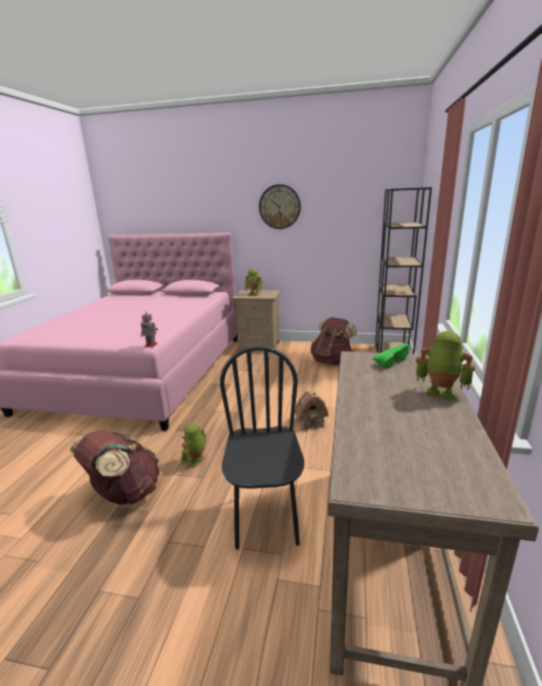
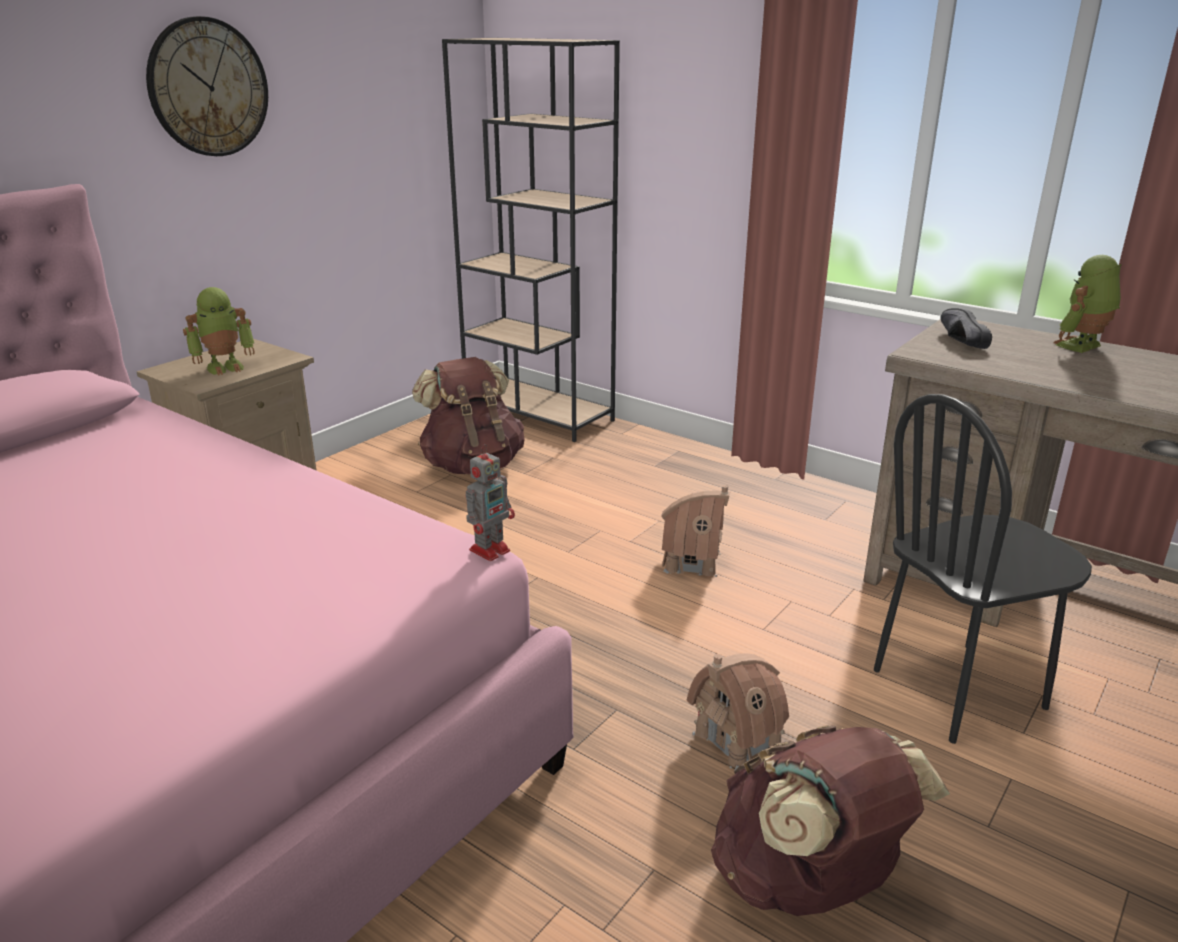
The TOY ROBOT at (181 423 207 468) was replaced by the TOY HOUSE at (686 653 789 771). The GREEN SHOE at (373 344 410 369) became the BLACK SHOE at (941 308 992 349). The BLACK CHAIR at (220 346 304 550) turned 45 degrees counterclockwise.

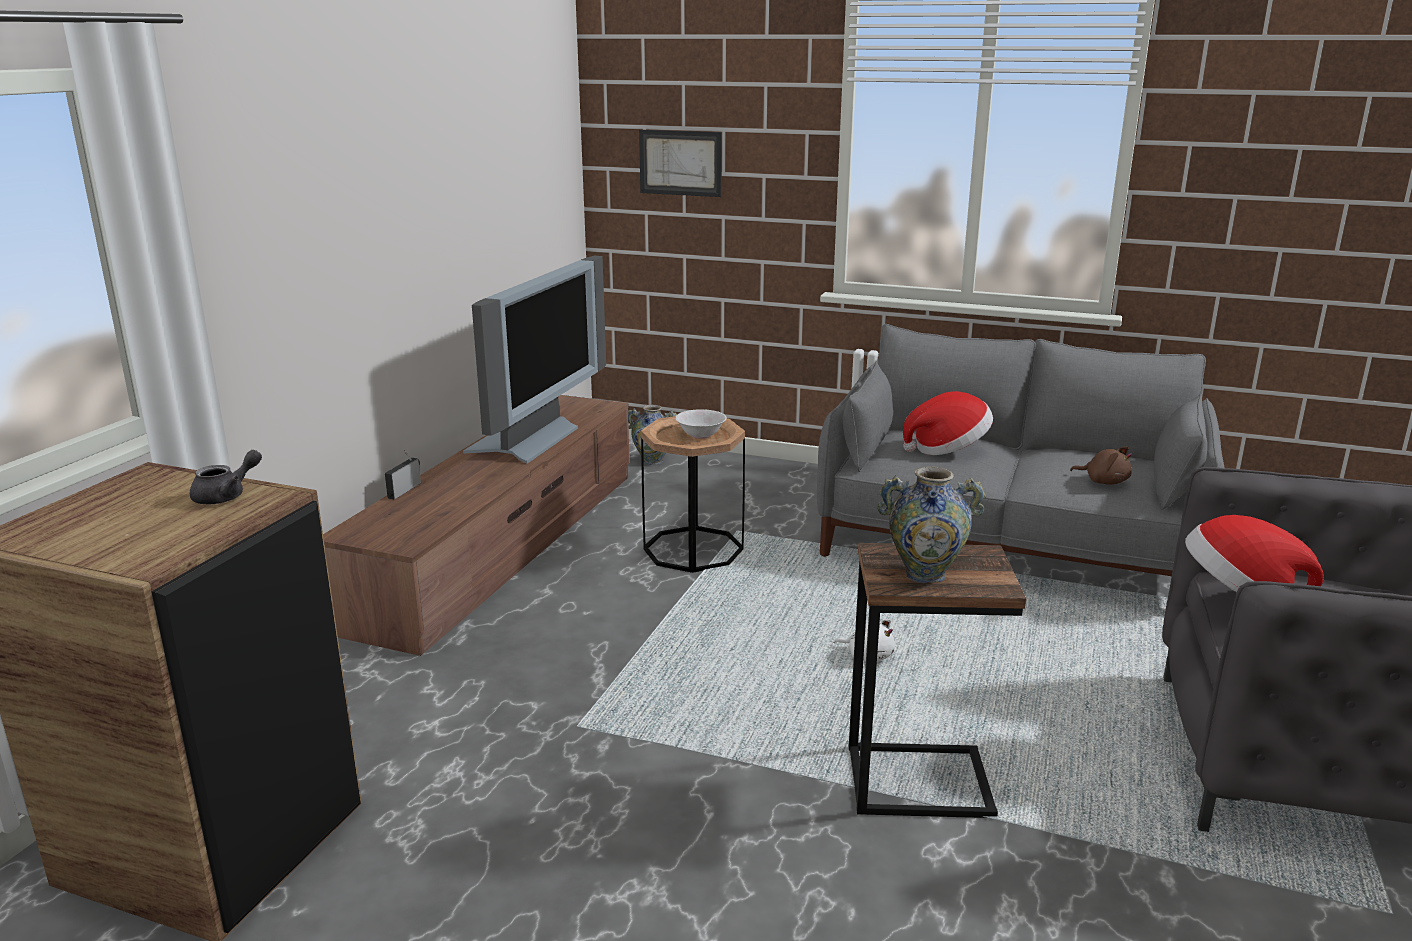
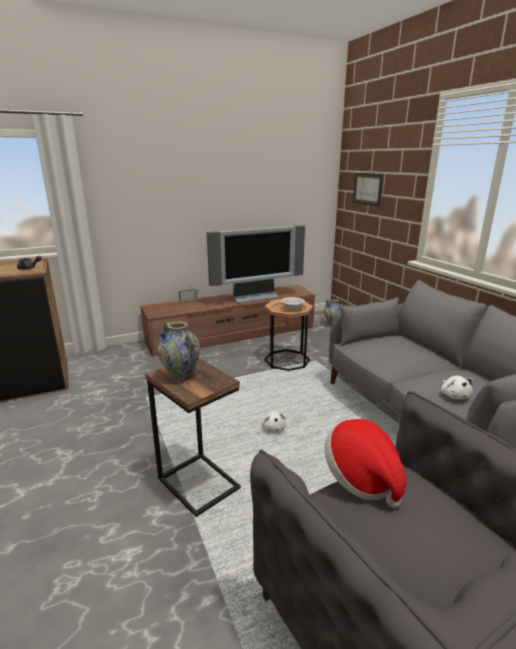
The HAT at (903 391 993 455) disappeared. The BROWN PLUSH TOY at (1070 446 1132 485) became the WHITE PLUSH TOY at (441 376 473 399).

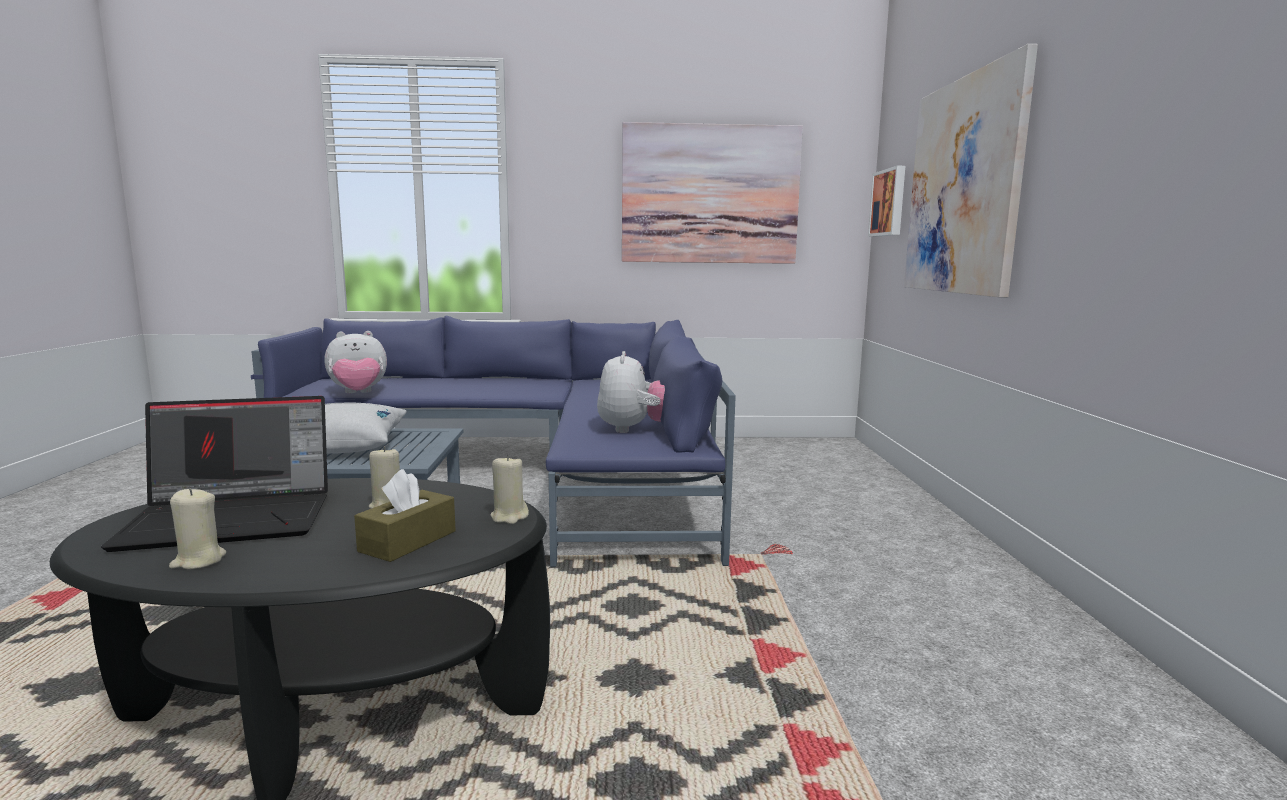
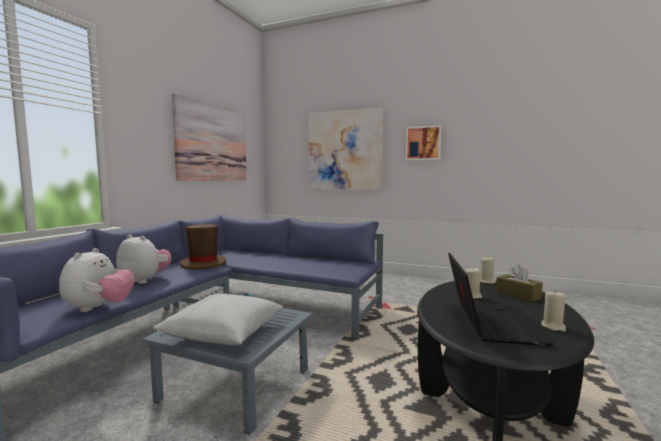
The BROWN HAT at (180 224 226 270) appeared. The PLUSH TOY moved from (597 351 665 433) to (116 235 171 284). The PICTURE moved from (868 166 905 237) to (406 125 441 160).

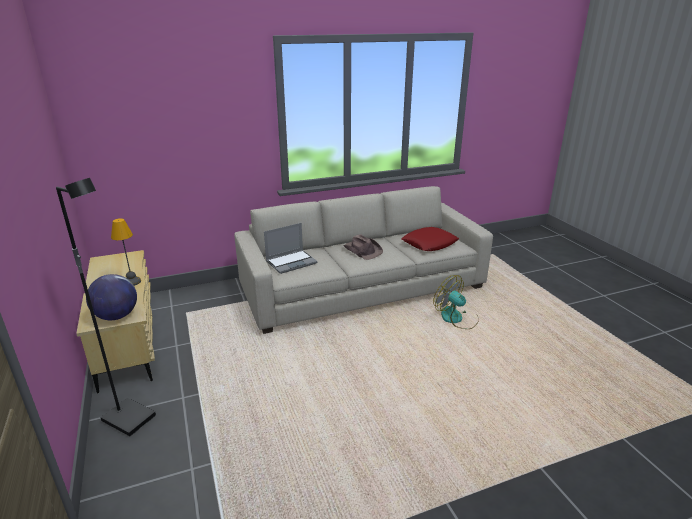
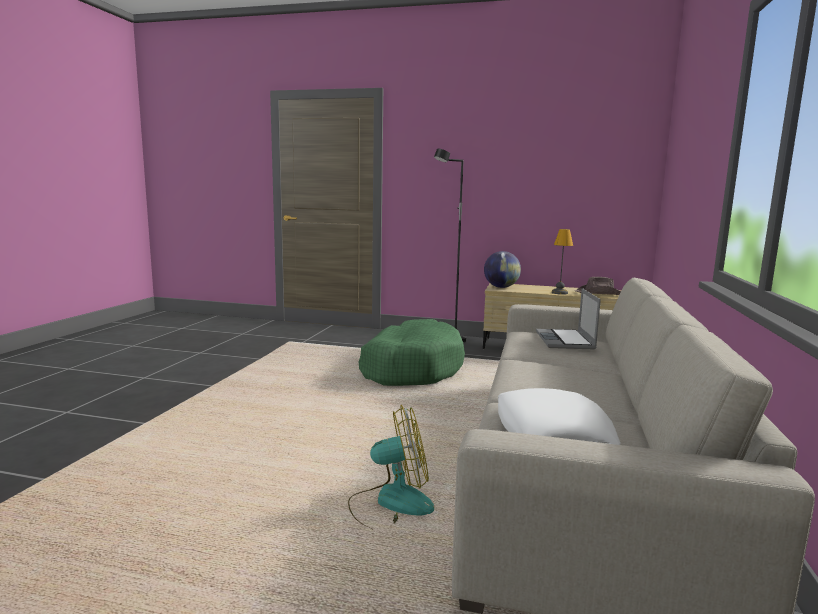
The GREEN DOG BED at (359 319 465 386) appeared. The BROWN HAT moved from (343 234 383 260) to (575 277 621 295). The RED PILLOW at (401 227 459 251) became the WHITE PILLOW at (498 388 621 445).

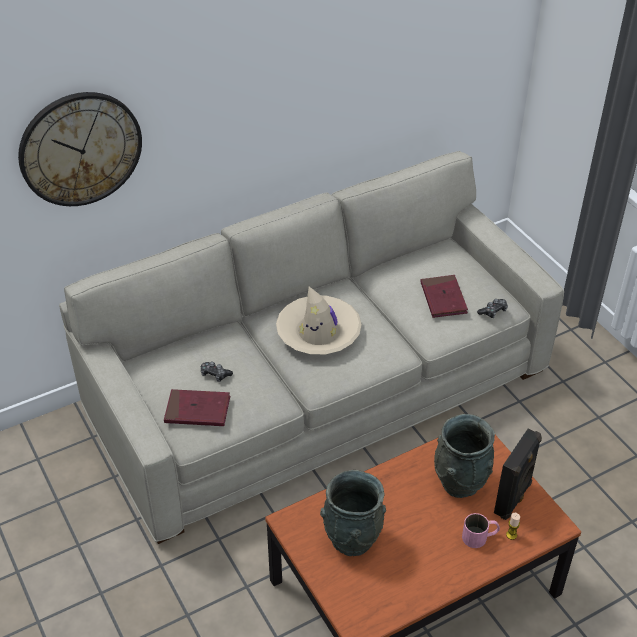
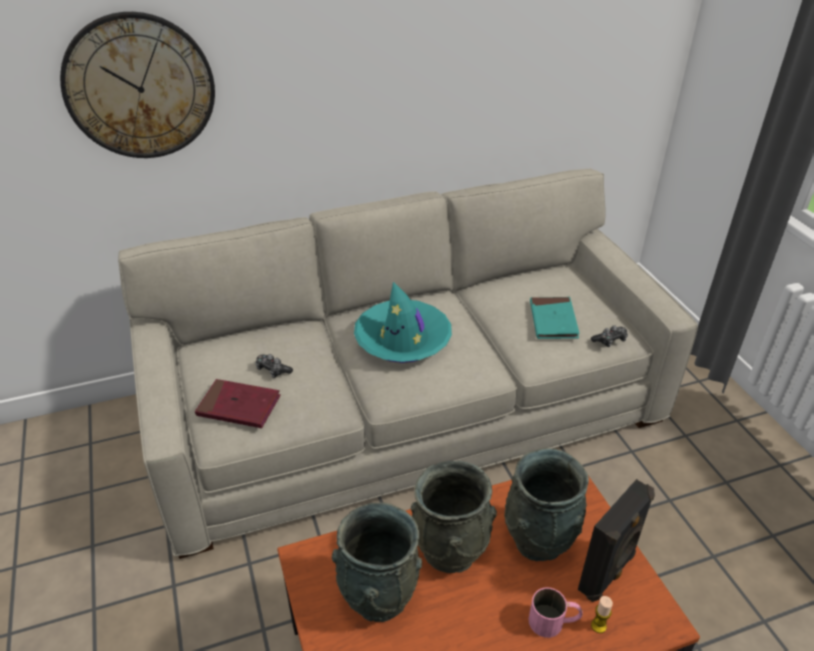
The GREY VASE at (411 461 497 573) appeared. The BEIGE HAT at (276 287 362 354) became the TURQUOISE HAT at (354 282 452 363). The RED BOOK at (421 275 468 318) became the TURQUOISE BOOK at (530 297 580 339).

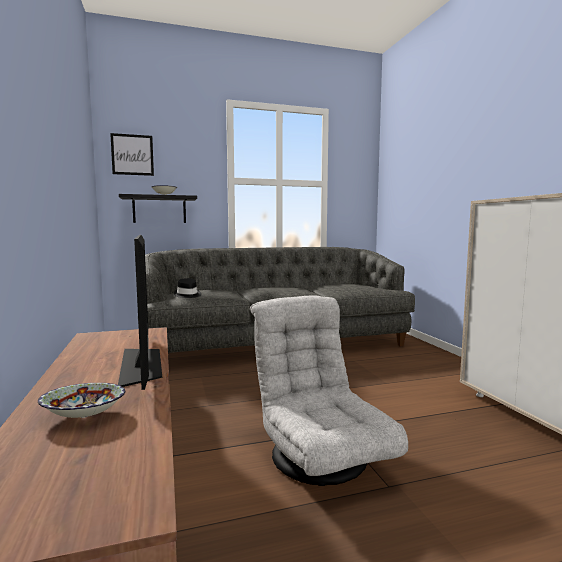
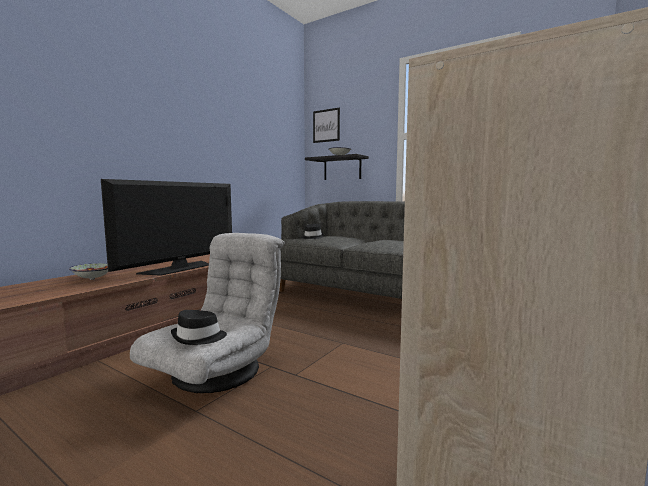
The BLACK HAT at (171 310 227 345) appeared.

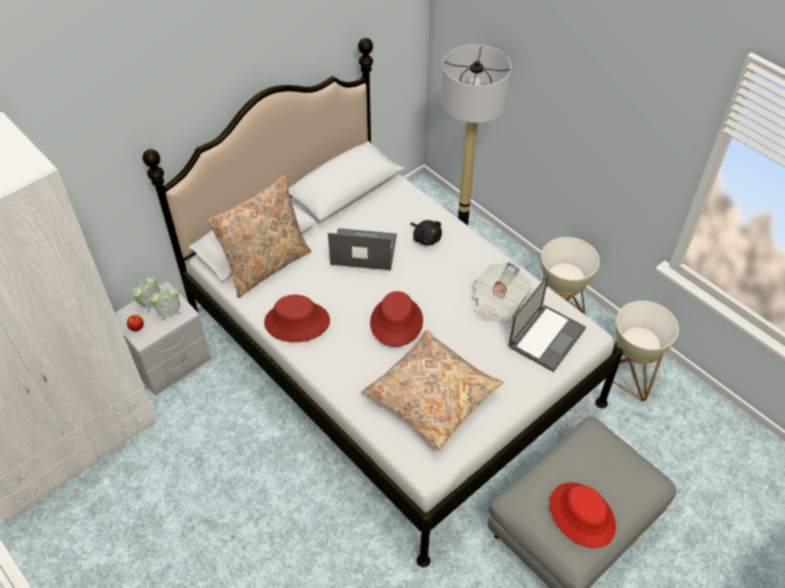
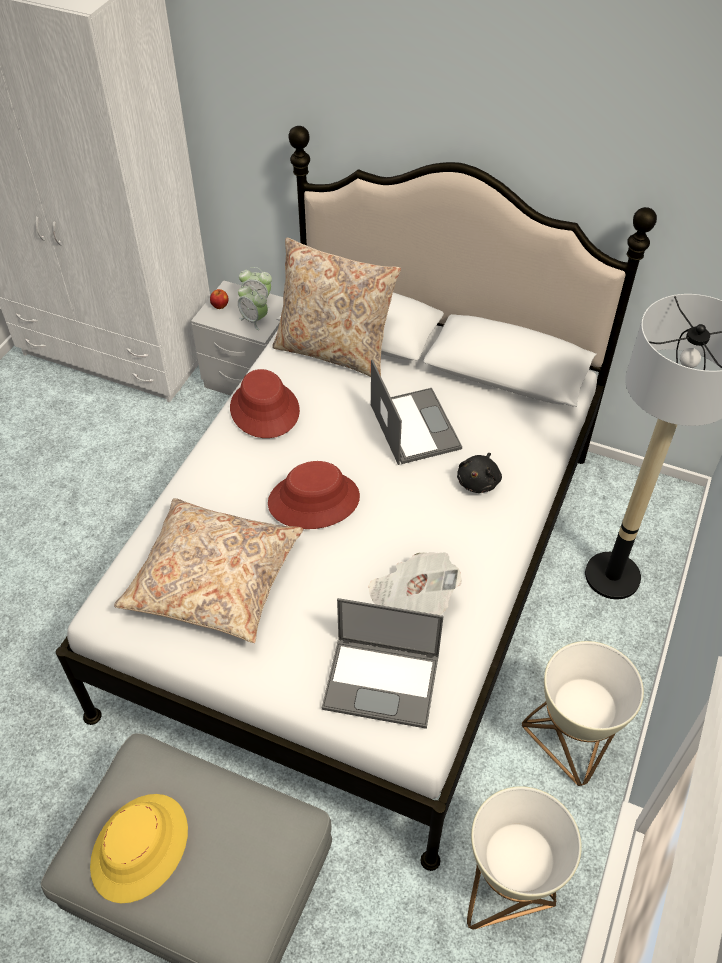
The RED HAT at (550 483 616 548) became the YELLOW HAT at (90 794 188 903).

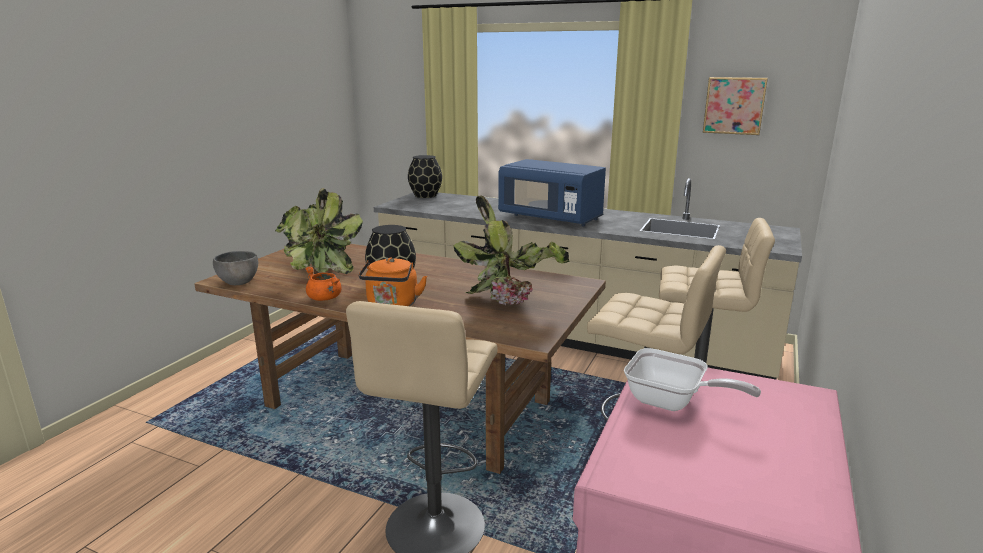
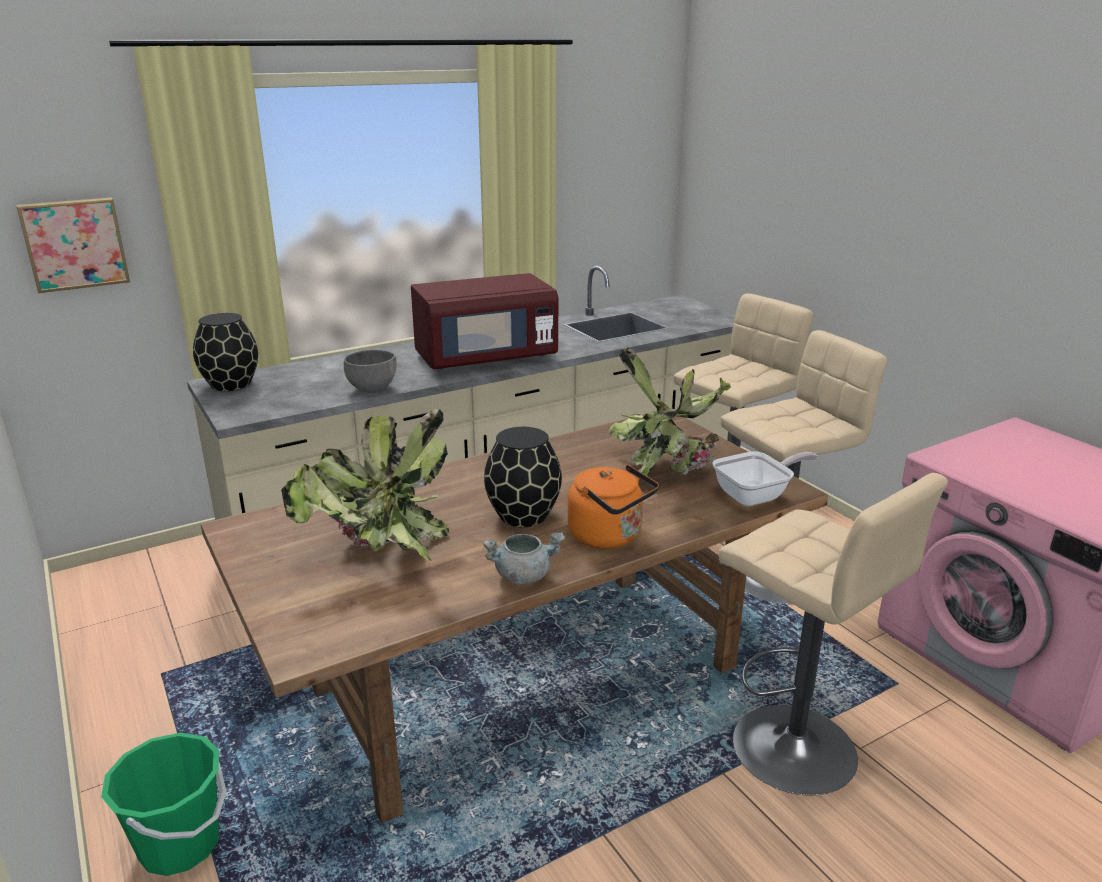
The GREEN BUCKET at (101 733 227 876) appeared. The GREY BOWL moved from (213 251 258 285) to (344 350 397 393). The FRYING PAN moved from (624 348 761 411) to (713 451 818 506). The PICTURE moved from (703 77 768 135) to (16 197 130 293). The ORANGE COOKING POT at (305 267 341 301) became the GREY COOKING POT at (483 532 565 585). The BLUE MICROWAVE at (498 159 606 227) became the RED MICROWAVE at (411 273 558 370).

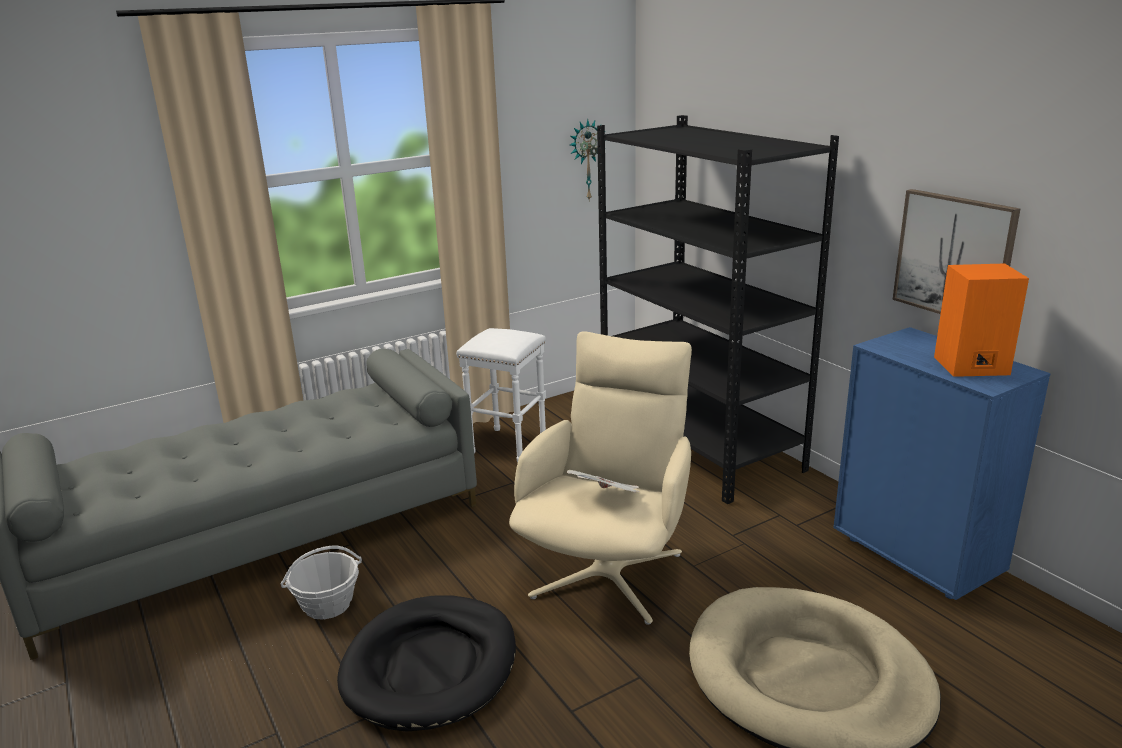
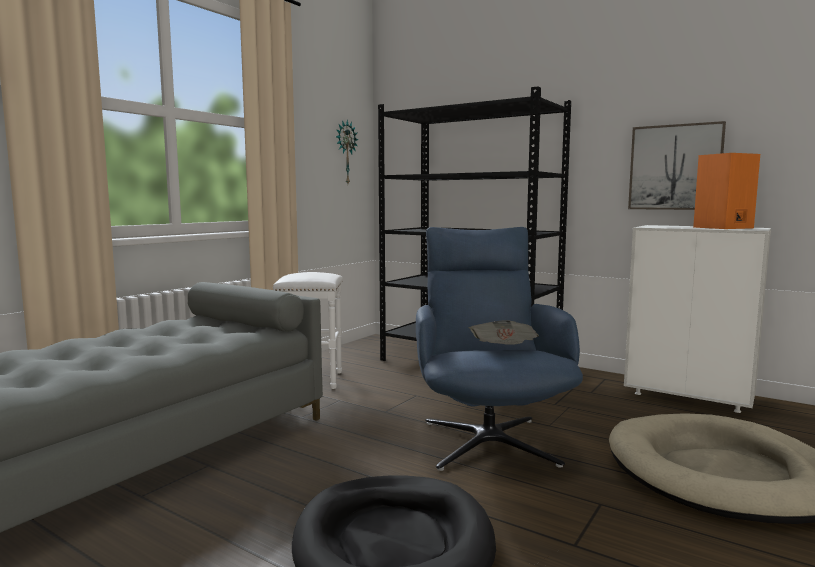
The BASKET at (280 546 362 620) disappeared. The BEIGE ARMCHAIR at (509 331 692 625) became the BLUE ARMCHAIR at (416 227 583 471). The BLUE CABINET at (833 327 1051 600) became the WHITE CABINET at (624 225 771 413).

